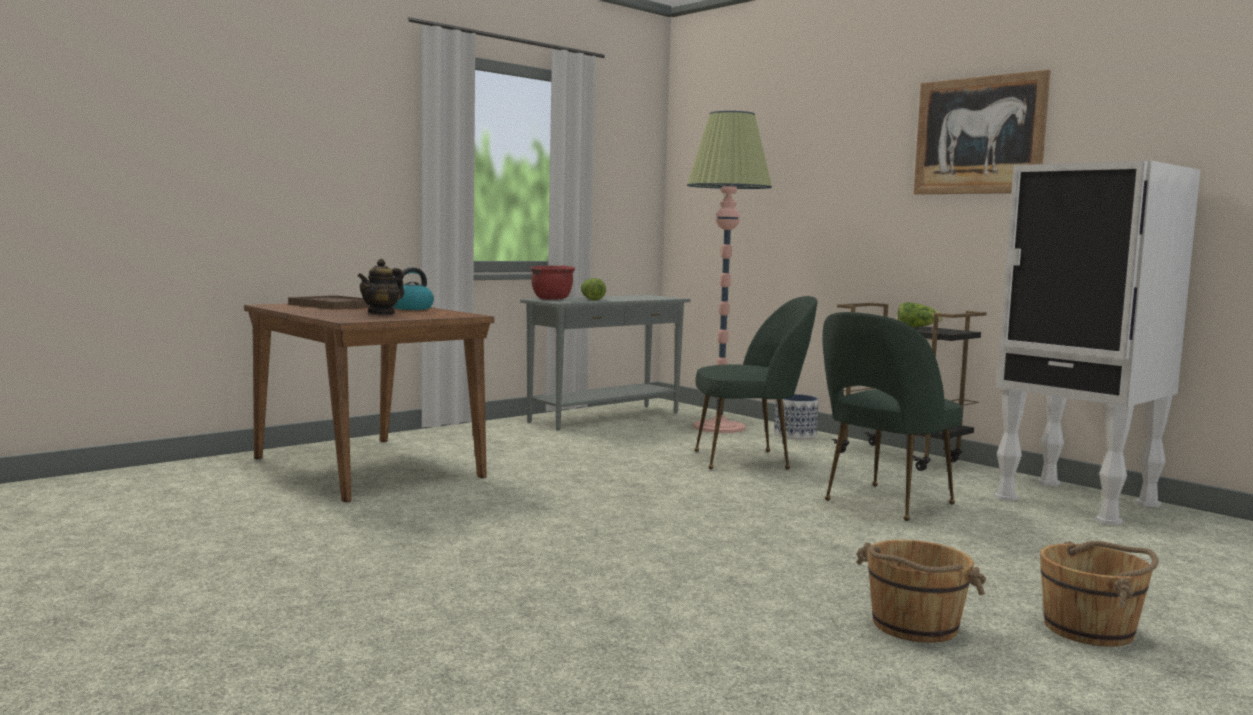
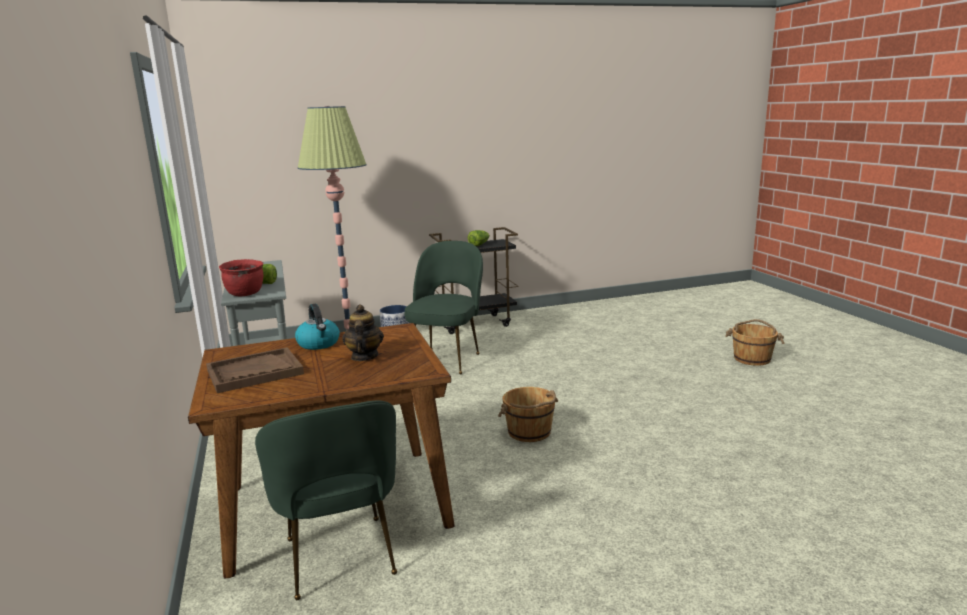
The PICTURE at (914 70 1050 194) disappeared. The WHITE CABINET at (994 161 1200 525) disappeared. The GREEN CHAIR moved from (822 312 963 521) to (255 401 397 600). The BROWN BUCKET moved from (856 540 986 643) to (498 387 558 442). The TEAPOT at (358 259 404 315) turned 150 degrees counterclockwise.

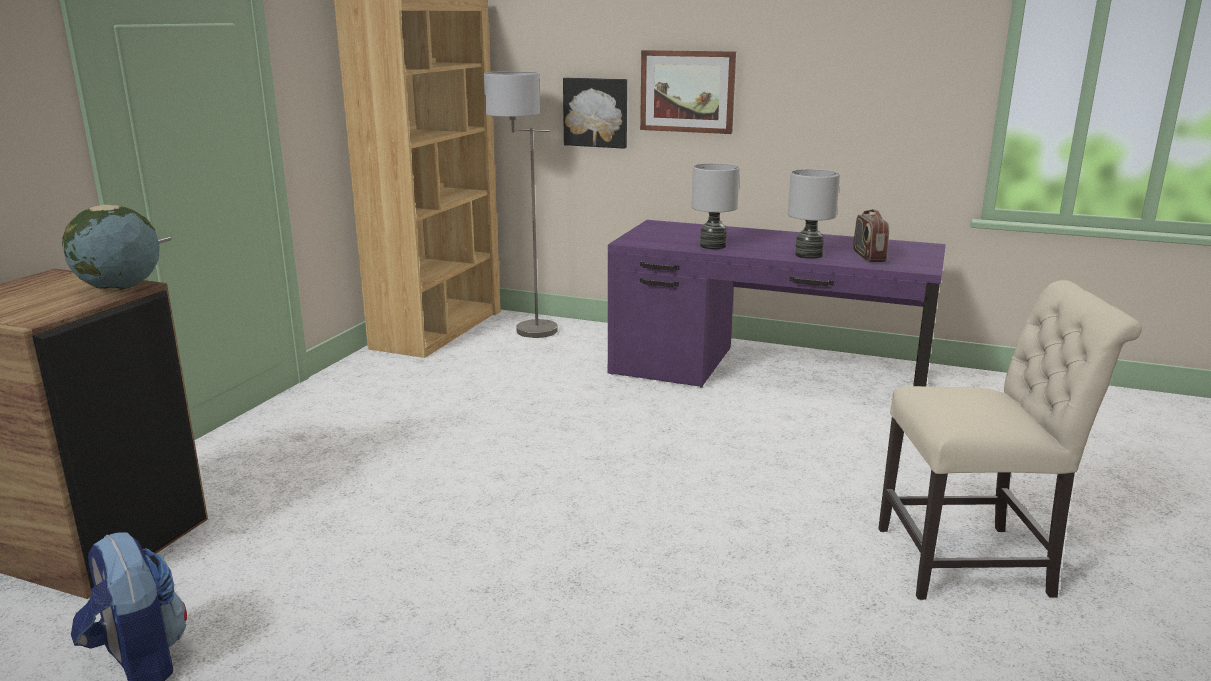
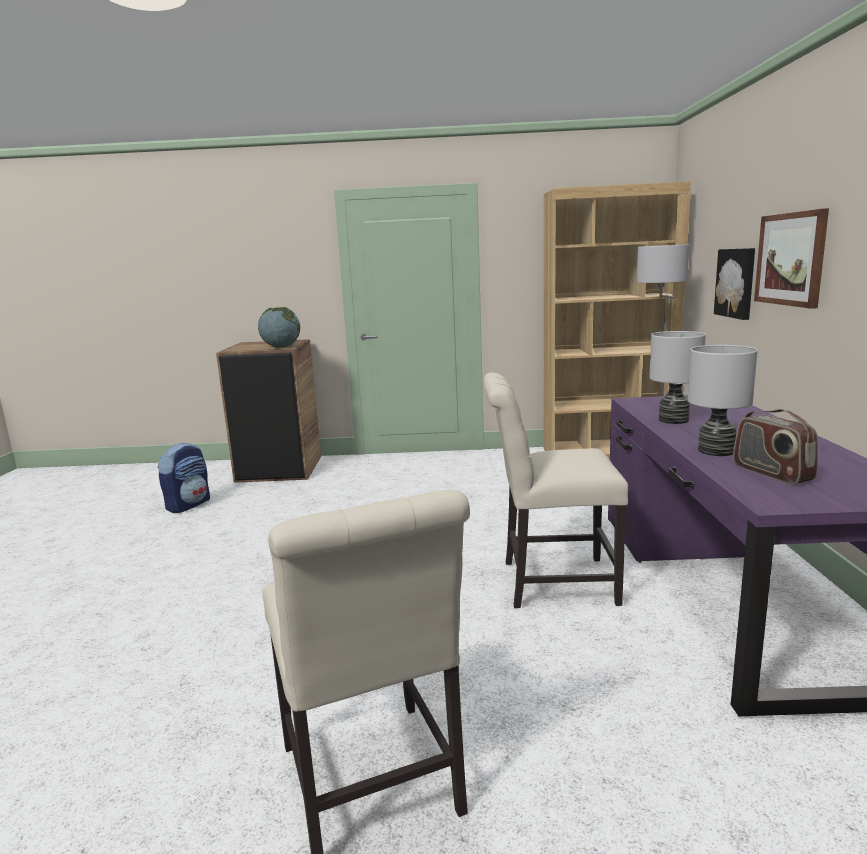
The BEIGE CHAIR at (483 372 628 608) appeared. The RADIO at (853 209 889 262) turned 90 degrees counterclockwise.

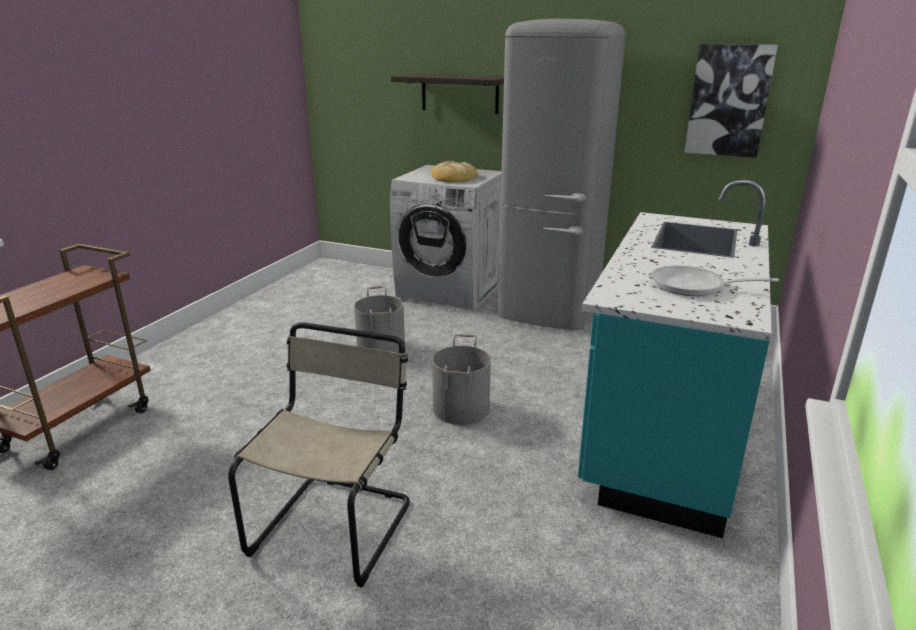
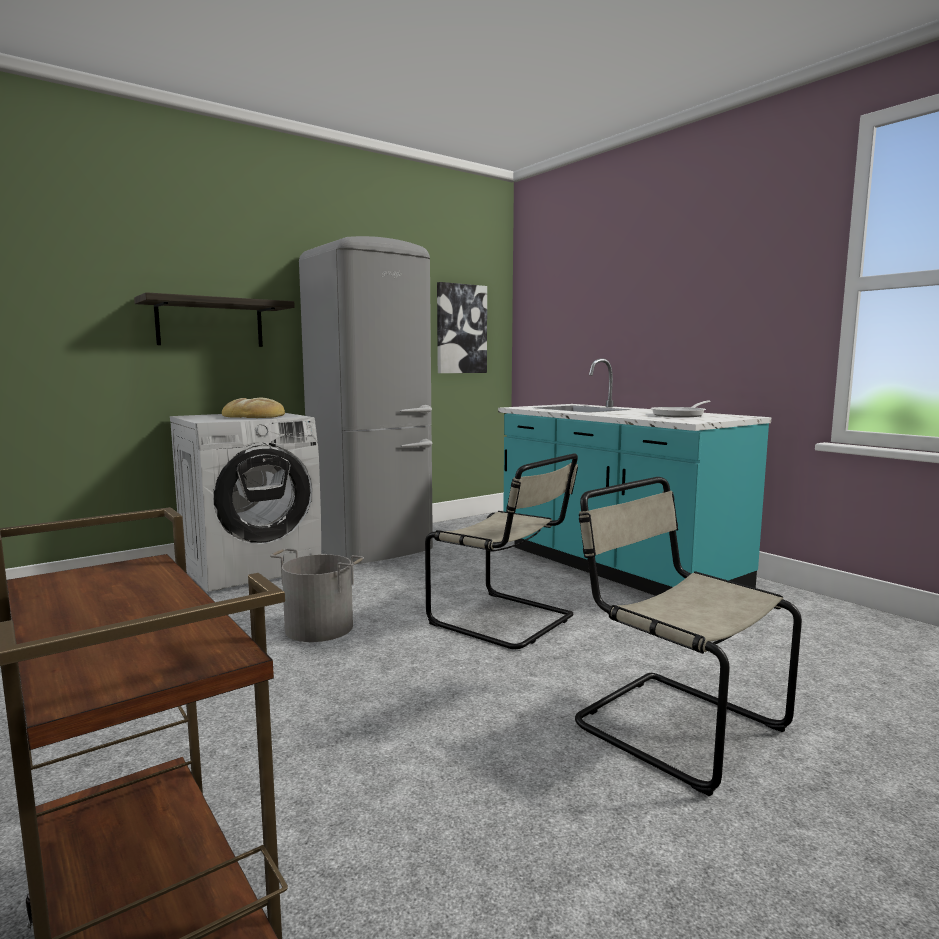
The GREY BUCKET at (432 334 491 425) was replaced by the BEIGE CHAIR at (425 453 578 649).

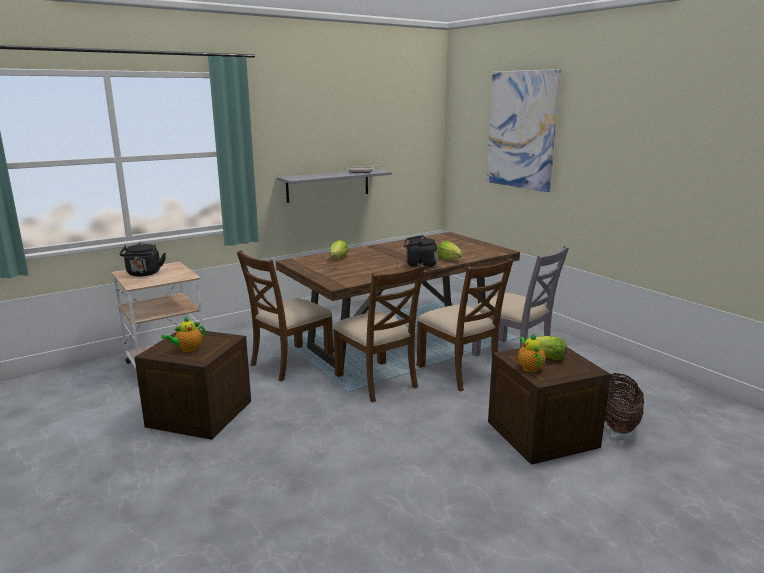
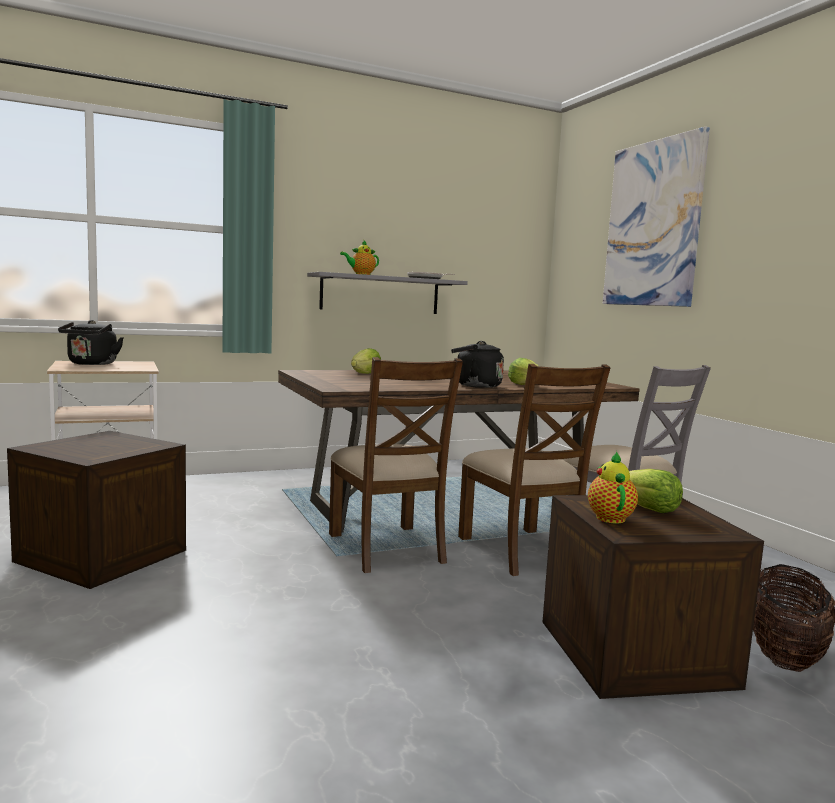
The BROWN CHAIR at (237 250 333 381) disappeared. The TEAPOT moved from (161 316 205 352) to (340 240 379 275).

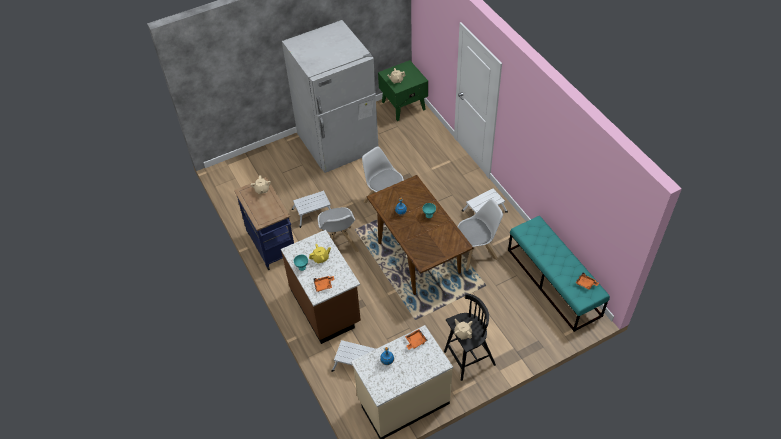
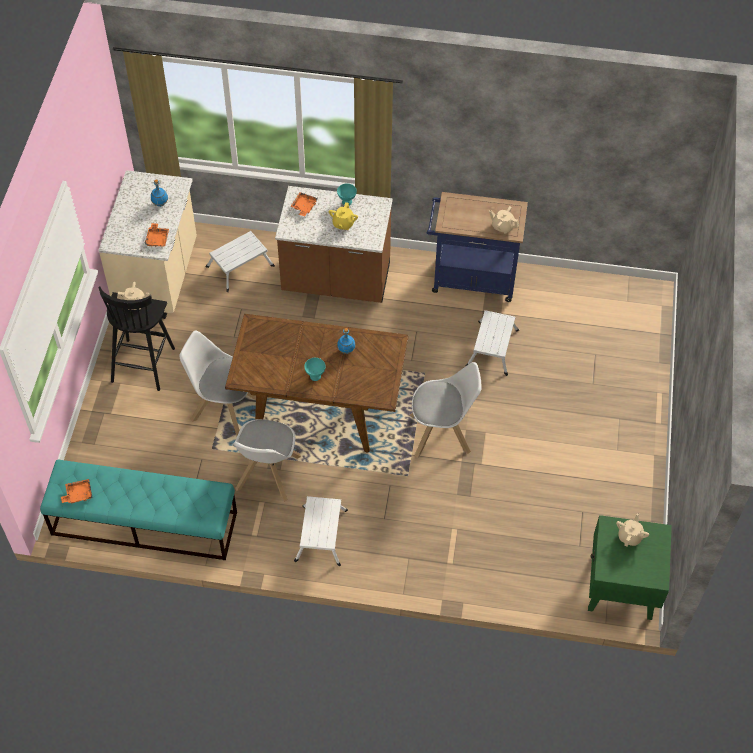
The WHITE FRIDGE at (282 20 379 173) disappeared. The CHAIR moved from (318 207 359 252) to (179 331 256 436).

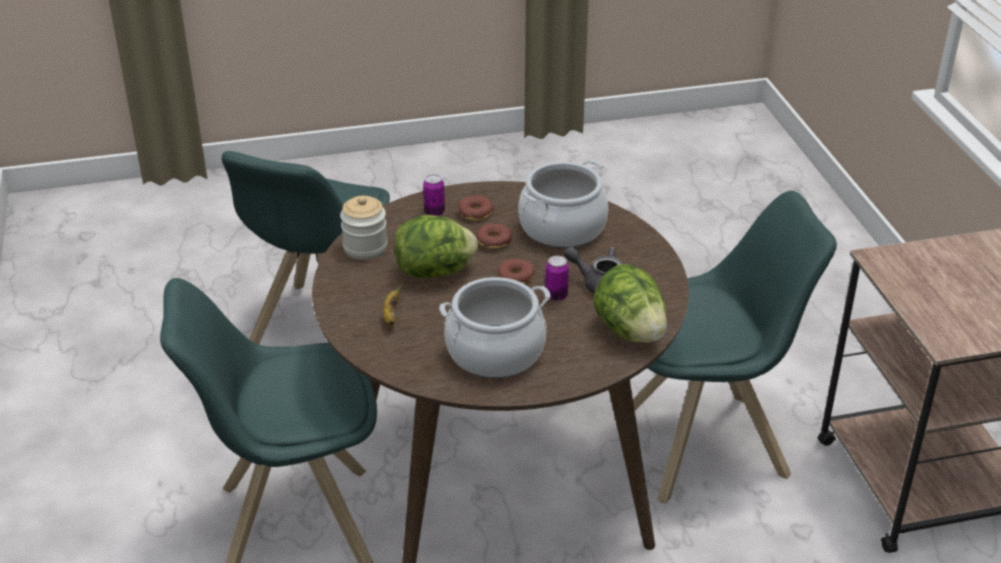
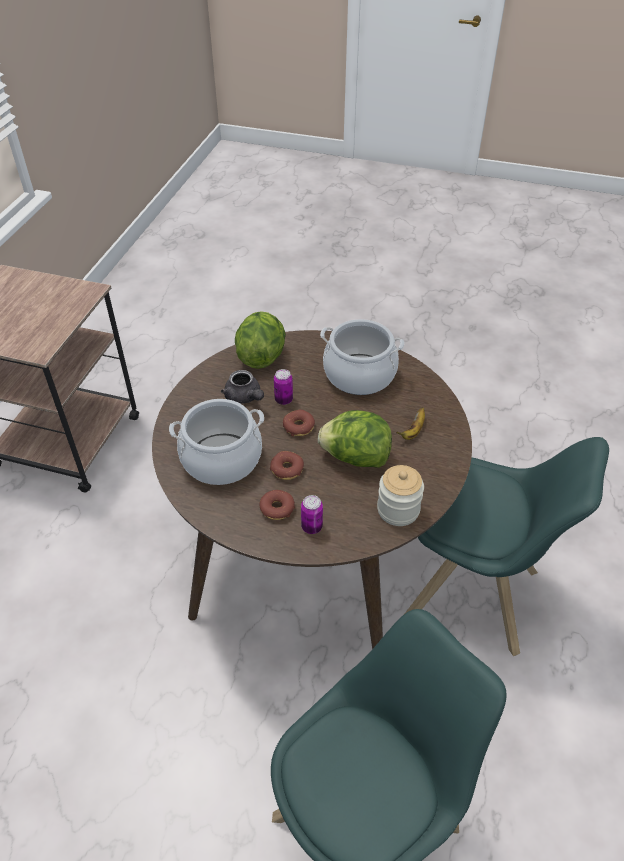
The TURQUOISE CHAIR at (633 191 837 503) disappeared.

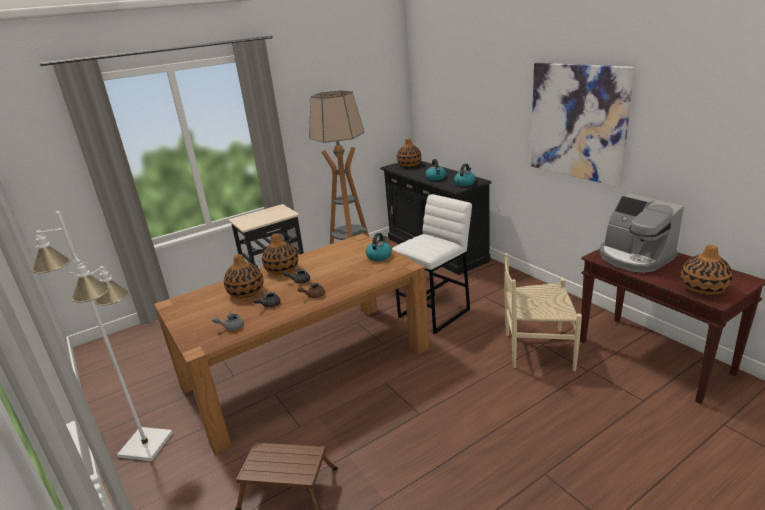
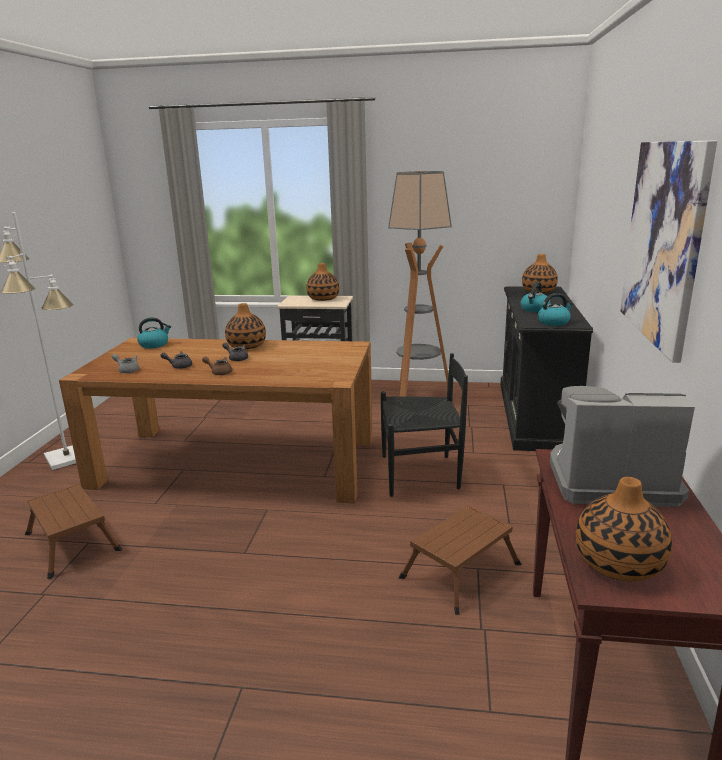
The VASE moved from (224 254 263 298) to (306 263 339 301). The KETTLE moved from (366 233 392 261) to (137 317 171 348). The WHITE STOOL at (392 194 472 334) was replaced by the BLACK CHAIR at (381 353 468 497). The BEIGE CHAIR at (505 253 582 371) was replaced by the BROWN STEP LADDER at (399 505 522 615). The COFFEE MACHINE at (599 194 684 273) turned 90 degrees clockwise.

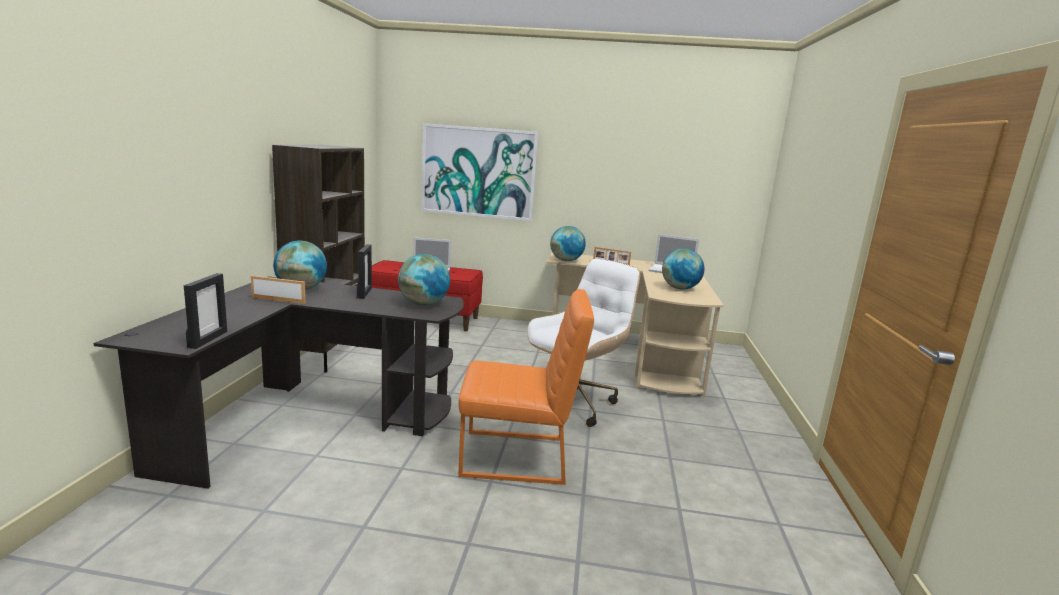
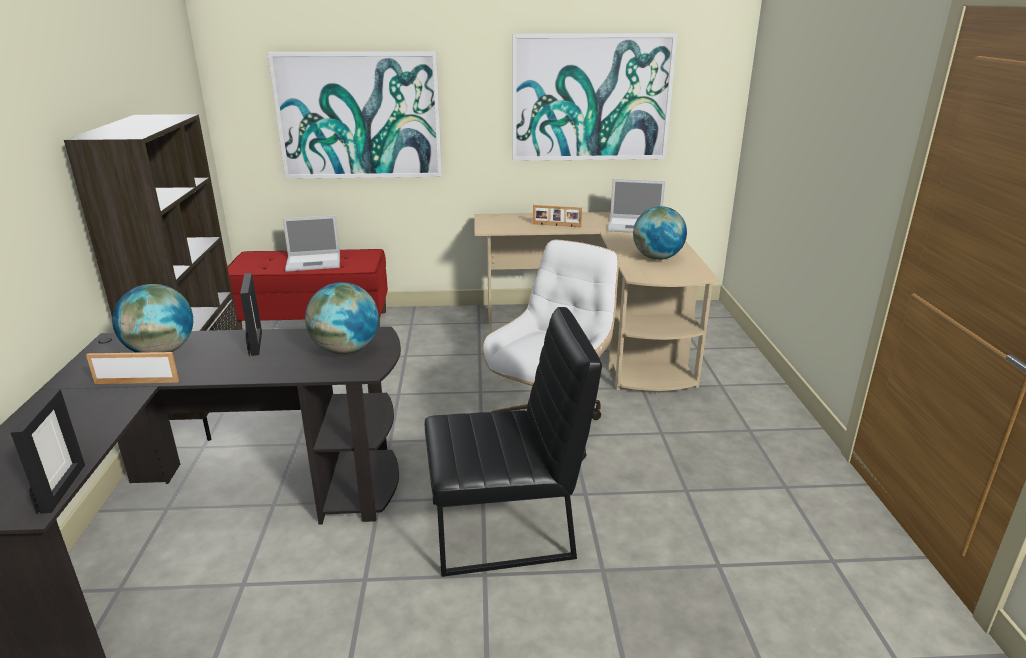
The GLOBE at (550 226 586 261) disappeared. The PICTURE at (512 33 677 161) appeared. The ORANGE CHAIR at (458 289 594 485) became the BLACK CHAIR at (425 307 602 577).

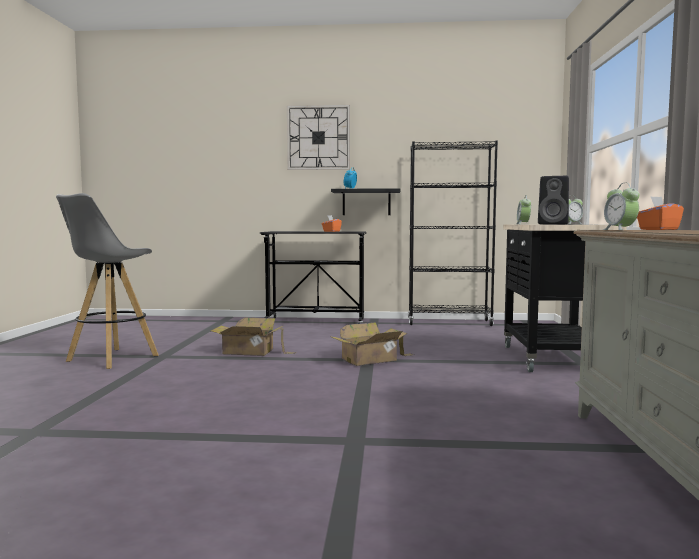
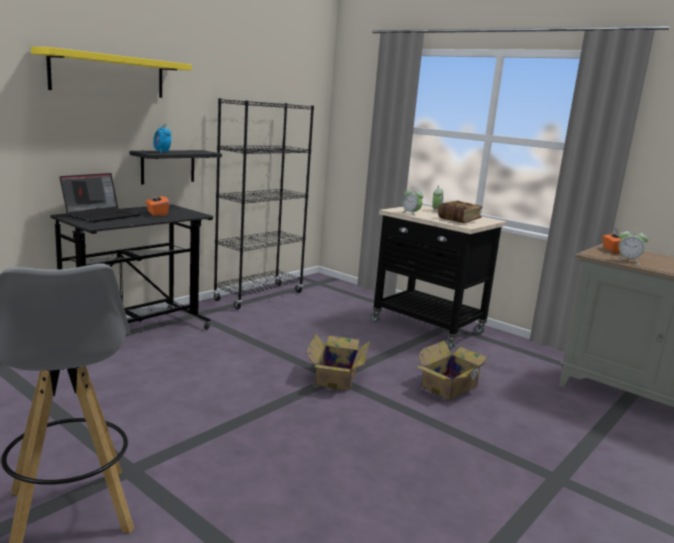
The LAPTOP at (59 173 141 222) appeared. The CARDBOARD BOX moved from (211 317 297 356) to (417 341 490 400). The WALL CLOCK at (287 105 350 170) was replaced by the YELLOW SHELF at (31 47 192 98). The BLACK SPEAKER at (538 176 569 224) was replaced by the BOOK at (438 201 482 223).

